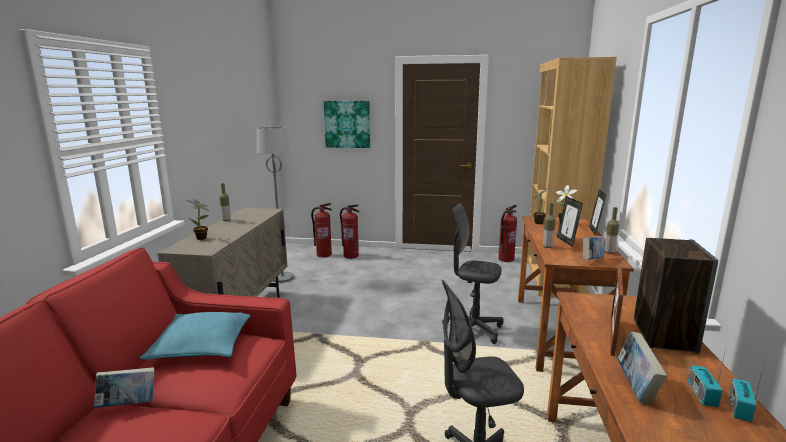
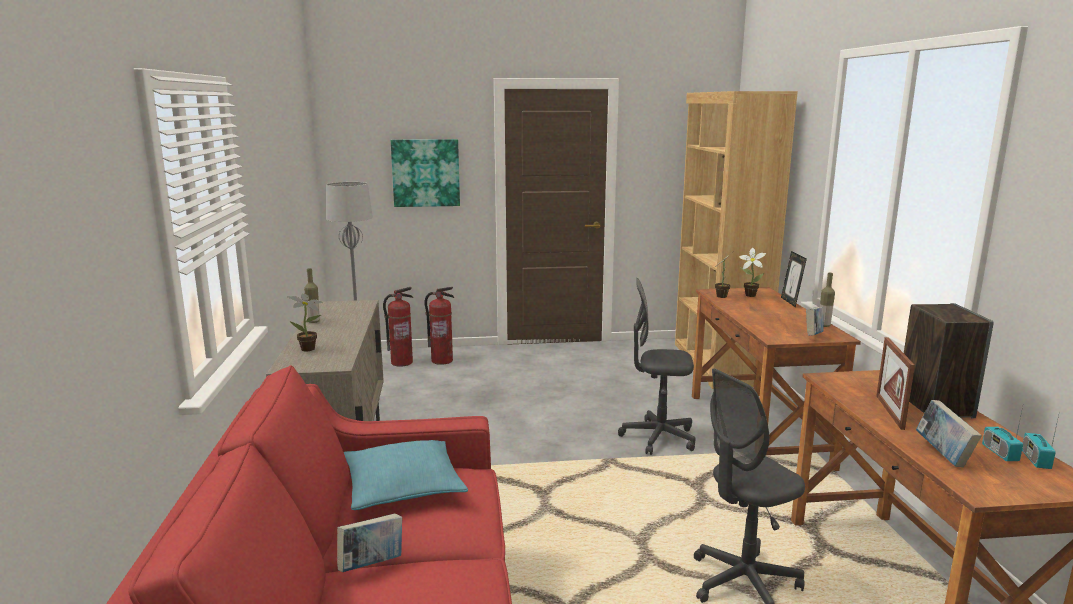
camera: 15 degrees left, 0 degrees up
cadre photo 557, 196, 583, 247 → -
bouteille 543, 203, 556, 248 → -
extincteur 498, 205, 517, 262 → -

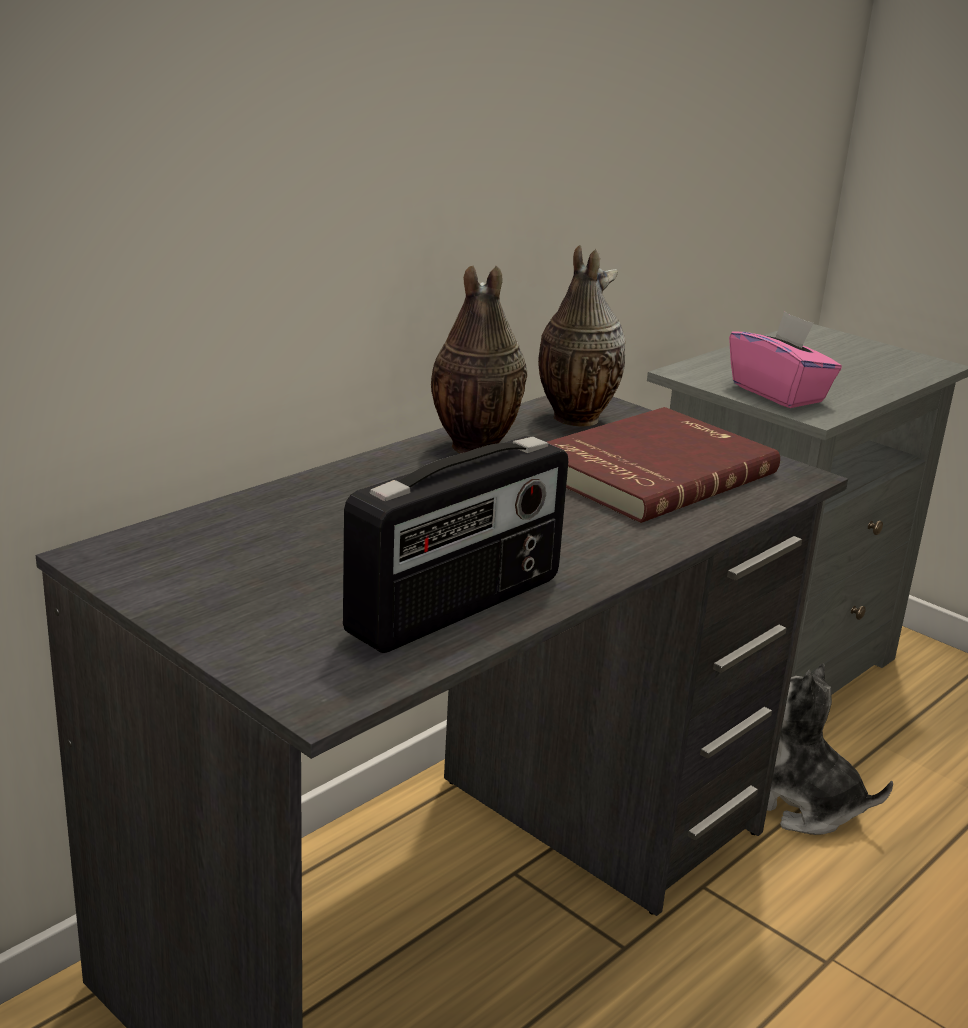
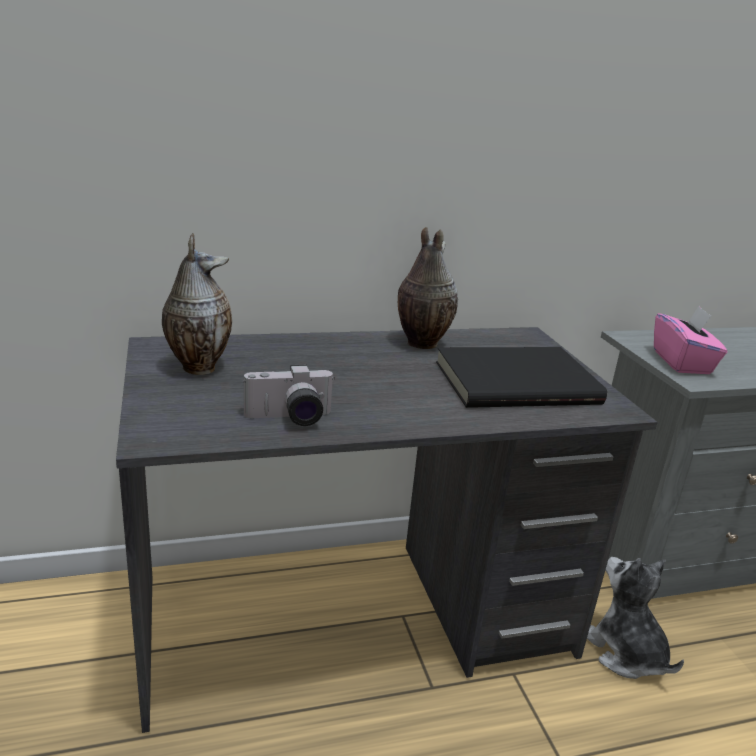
camera: 30 degrees right, 0 degrees up
vase 538, 246, 625, 427 → vase 162, 233, 232, 375, move
livre [rouge] 547, 407, 780, 523 → livre [noir] 436, 347, 607, 408
radio 343, 436, 568, 653 → appareil photo 243, 365, 335, 426

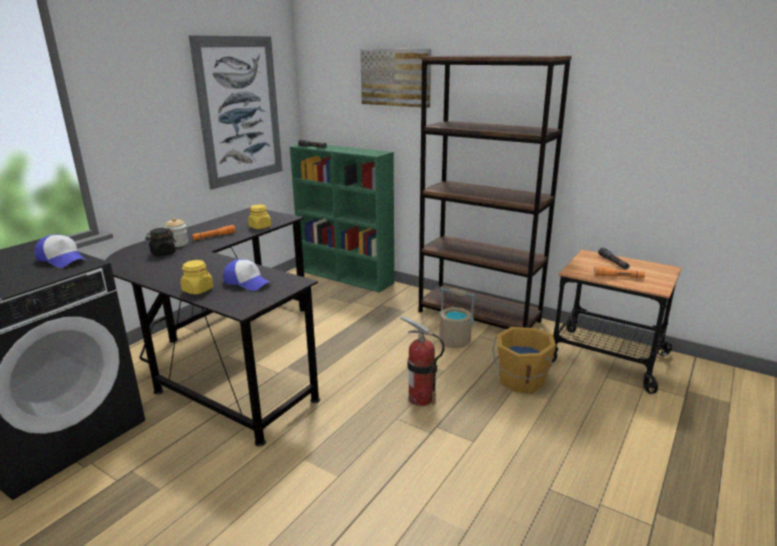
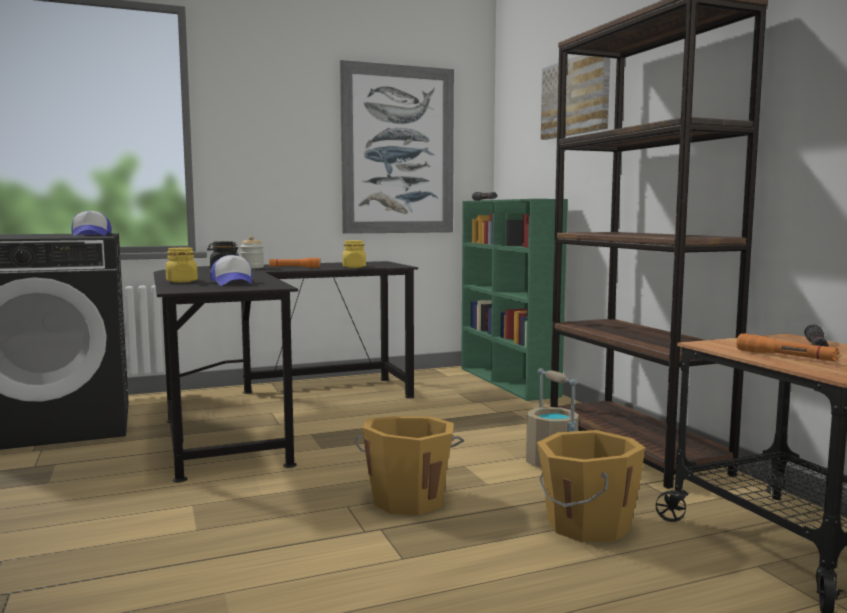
camera: 35 degrees right, 15 degrees down
extincteur 400, 316, 445, 406 → seau [orange] 354, 416, 464, 515

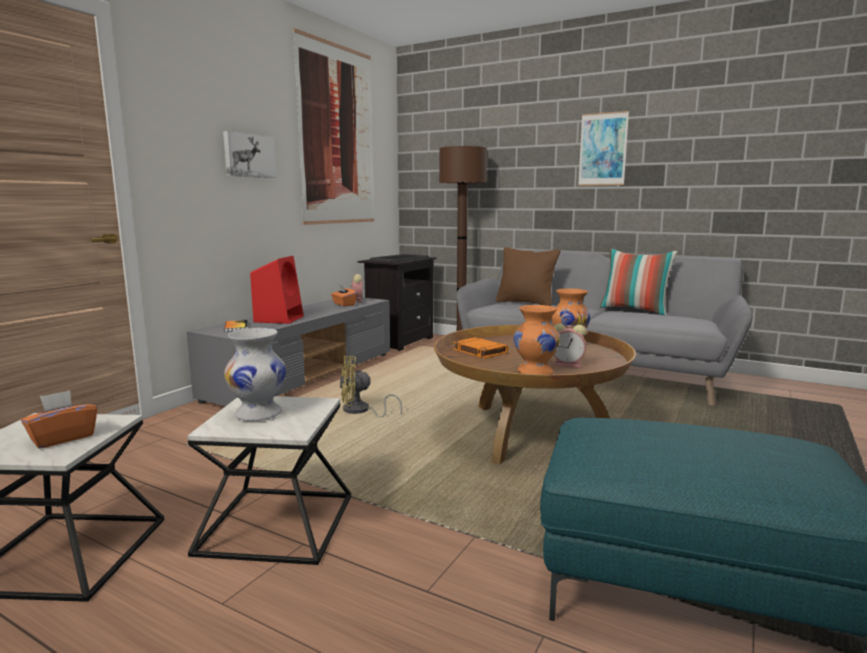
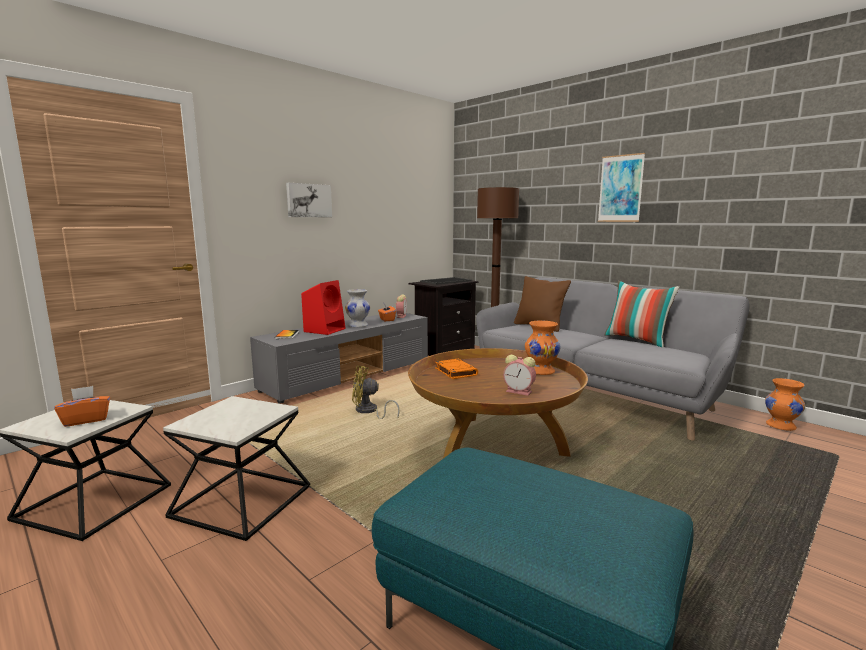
camera: 15 degrees right, 0 degrees up
tableau 293, 28, 374, 225 → -
vase [orange] 513, 305, 560, 375 → vase [orange] 765, 378, 805, 431, move
vase [blanc] 224, 328, 286, 421 → vase [blanc] 345, 289, 370, 327, move

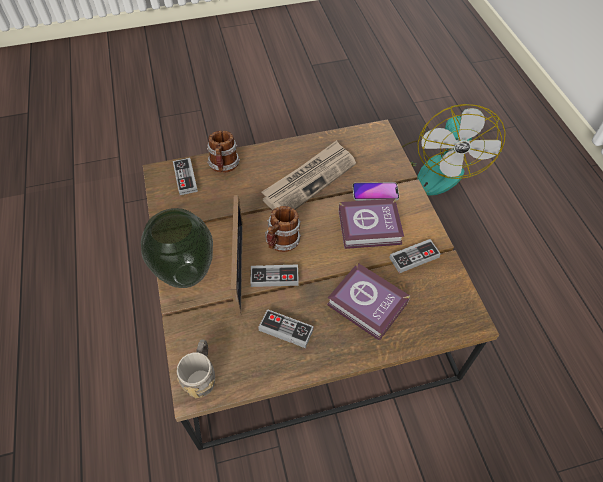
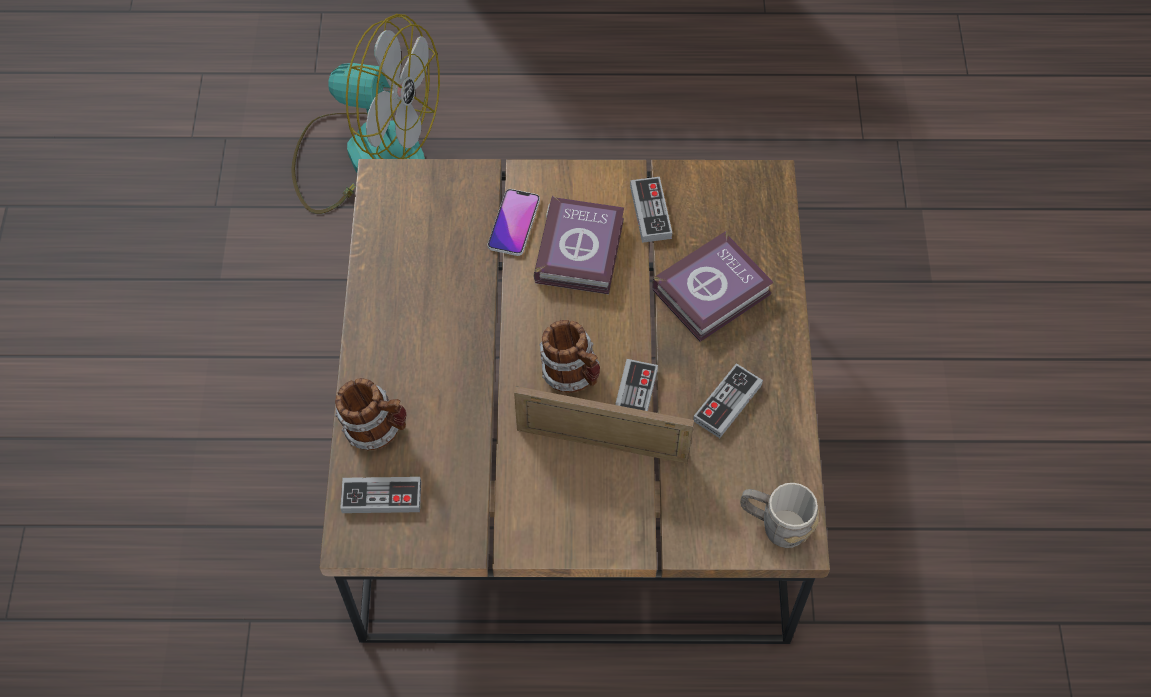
camera: 75 degrees left, 5 degrees up
journal 261, 140, 356, 210 → -
vase 141, 208, 213, 288 → -

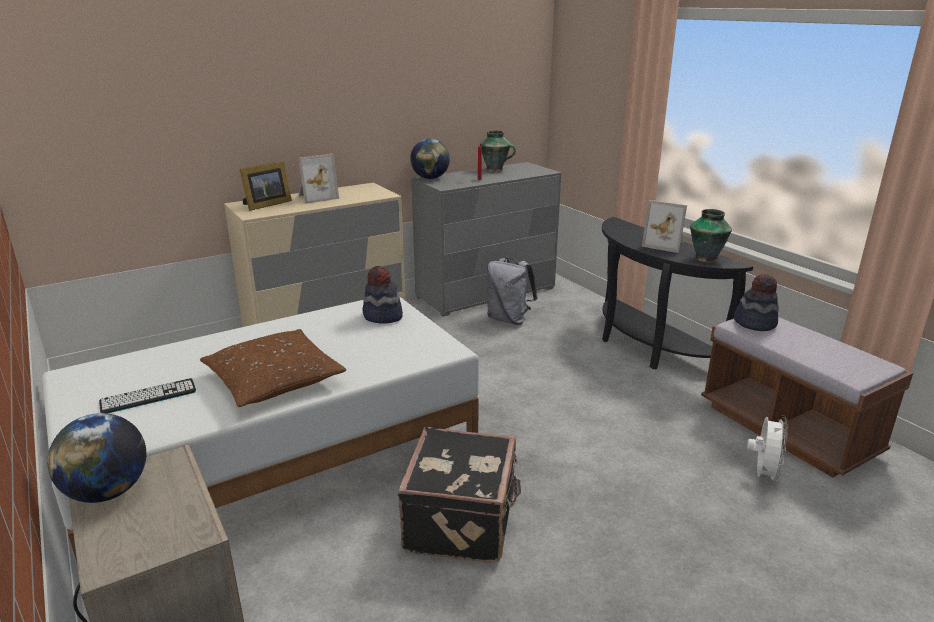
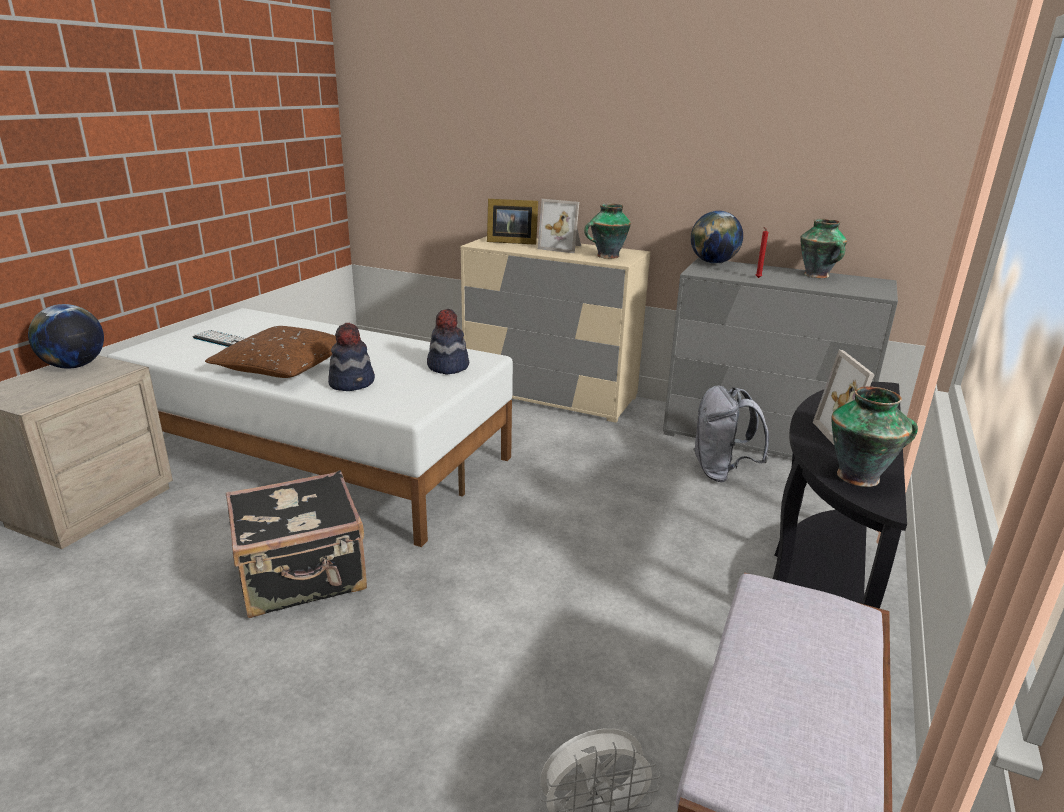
camera: 55 degrees right, 0 degrees up
chapeau 734, 274, 779, 331 → chapeau 328, 323, 375, 391, move
- → vase 584, 204, 631, 259

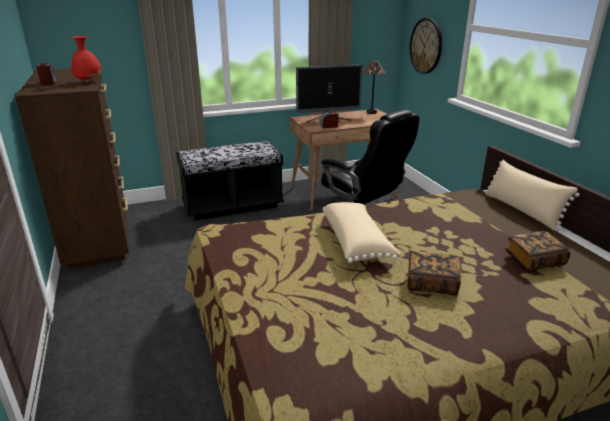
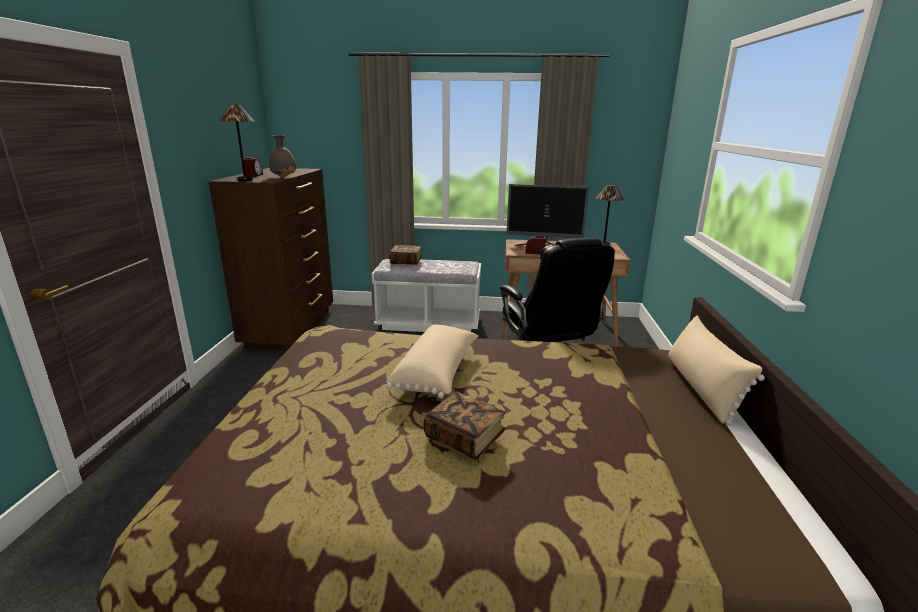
camera: 25 degrees right, 5 degrees down
horloge murale 410, 18, 442, 74 → -
vase [rouge] 71, 36, 102, 82 → vase [gris] 269, 135, 296, 177
banc [noir] 176, 141, 284, 220 → banc [blanc] 372, 259, 481, 332
livre 505, 231, 570, 272 → livre 389, 245, 422, 265, move
- → lampe de table 219, 105, 254, 181

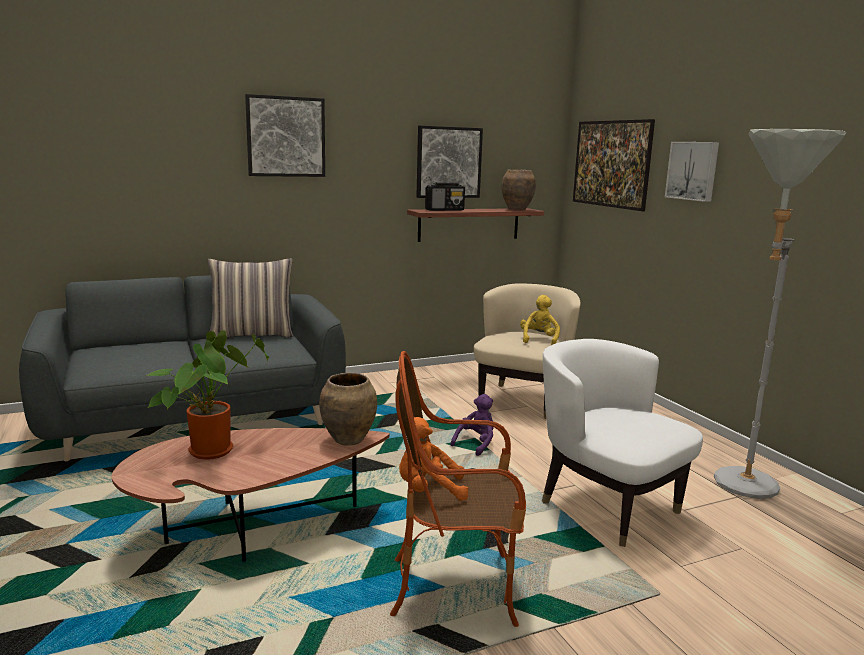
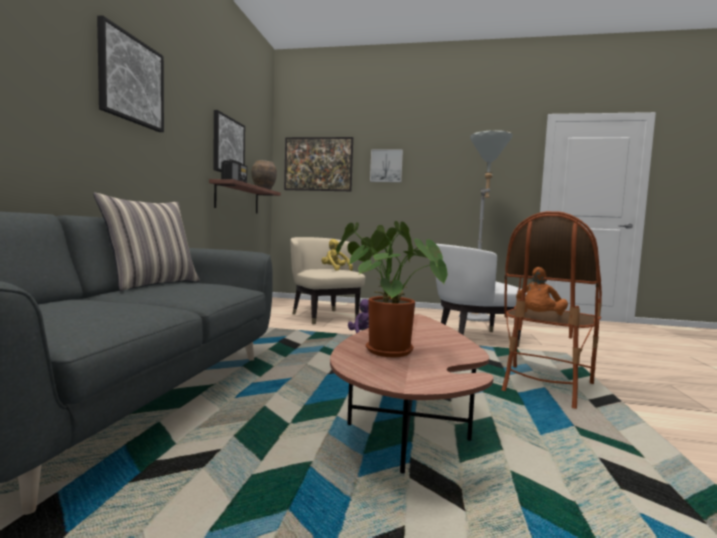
camera: 55 degrees left, 10 degrees down
vase [marron] 319, 373, 377, 446 → -

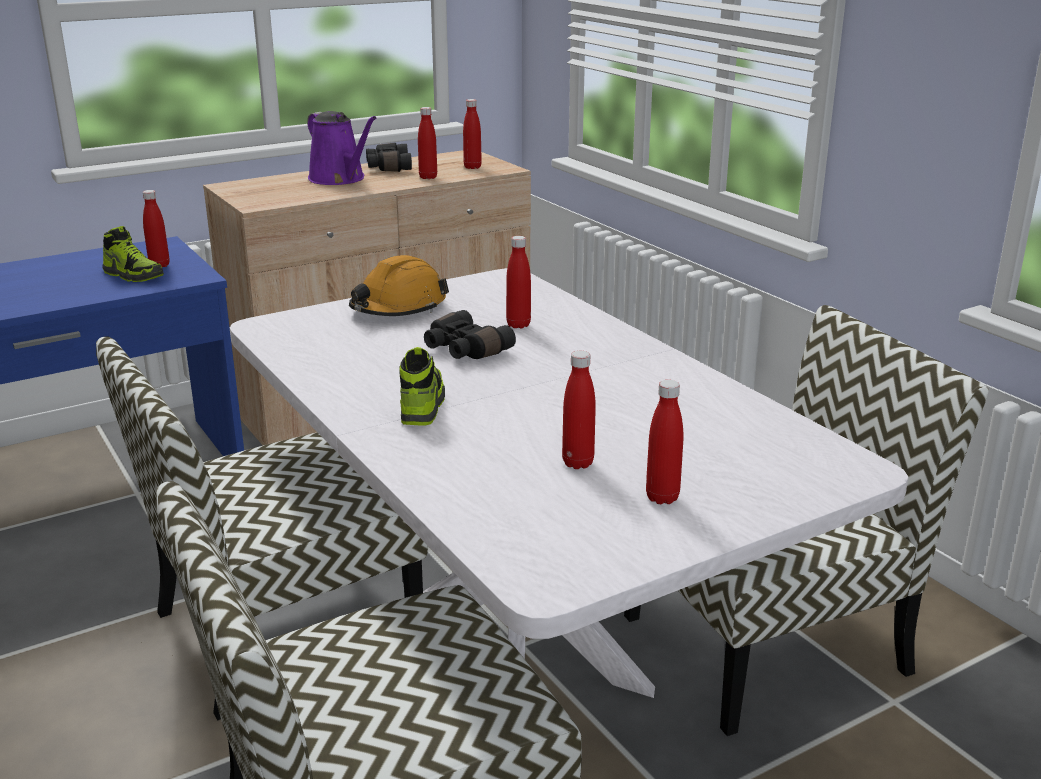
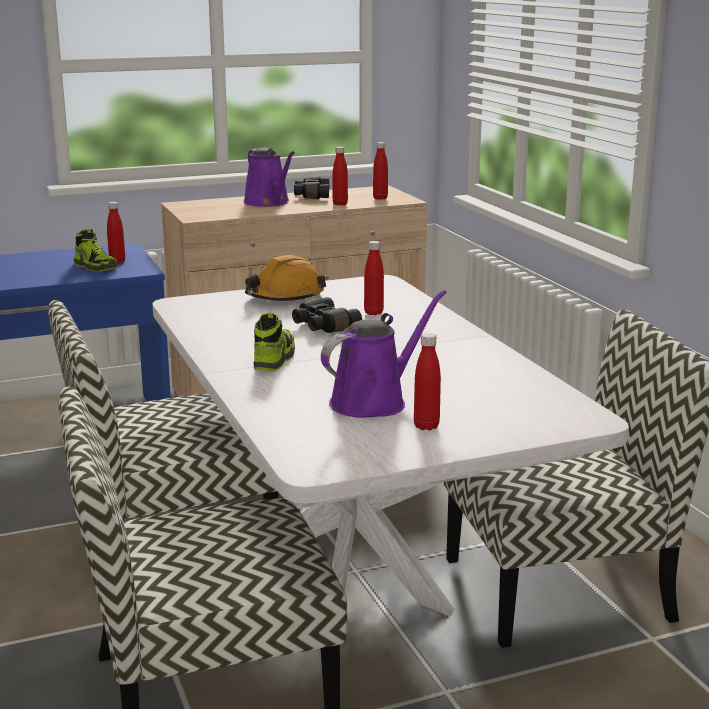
camera: 10 degrees right, 5 degrees down
bouteille [rouge] 562, 351, 596, 469 → arrosoir [violet] 321, 290, 446, 418

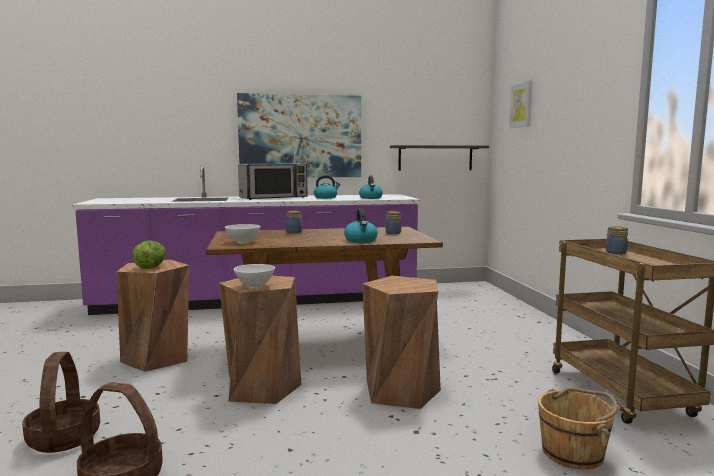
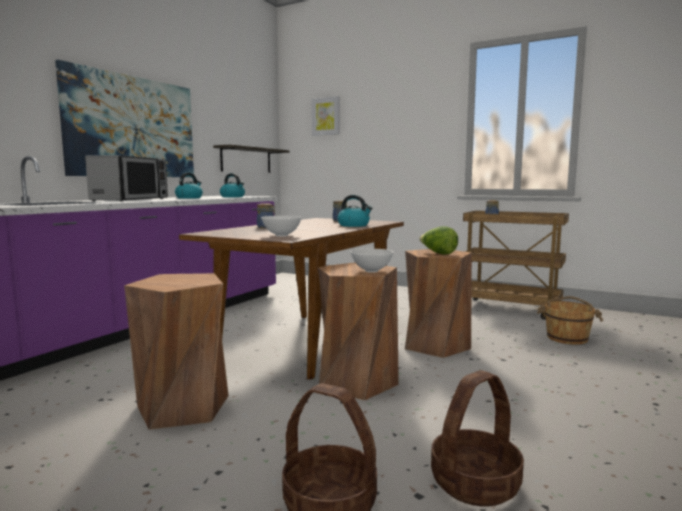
camera: 50 degrees left, 0 degrees up
laitue 132, 240, 166, 269 → laitue 419, 226, 458, 255, move

